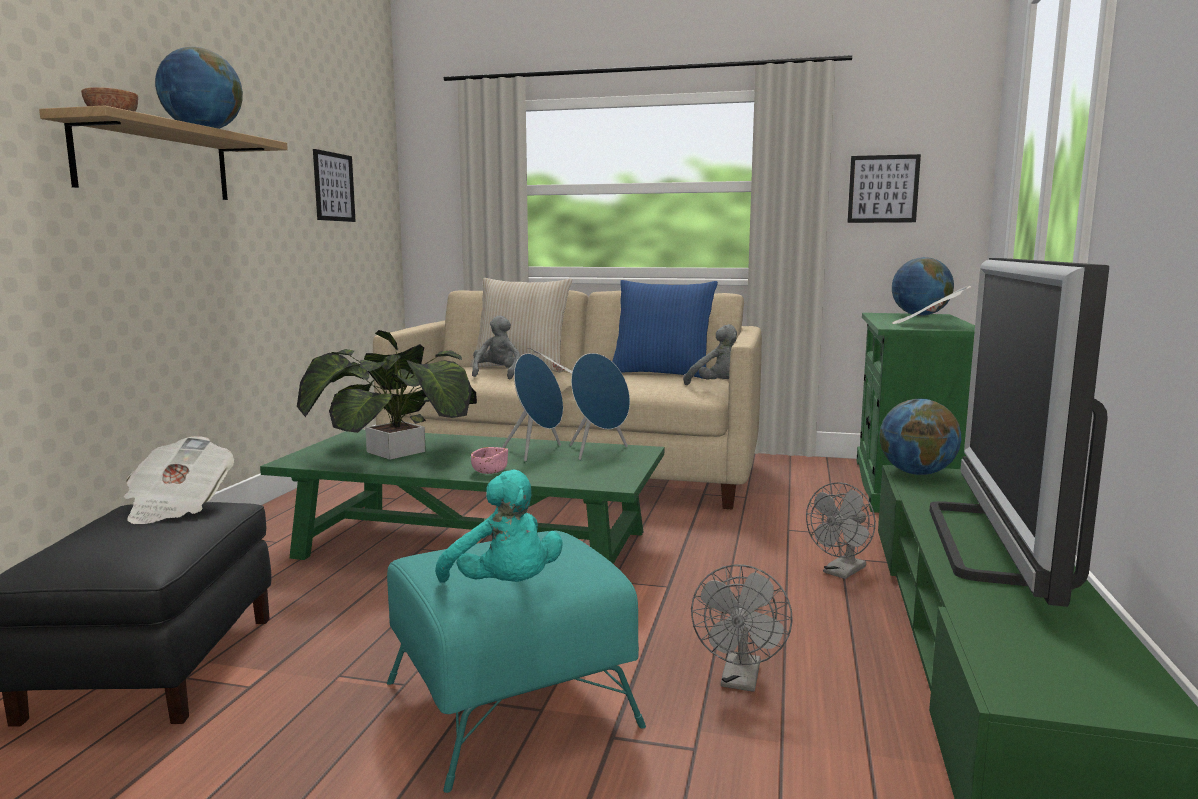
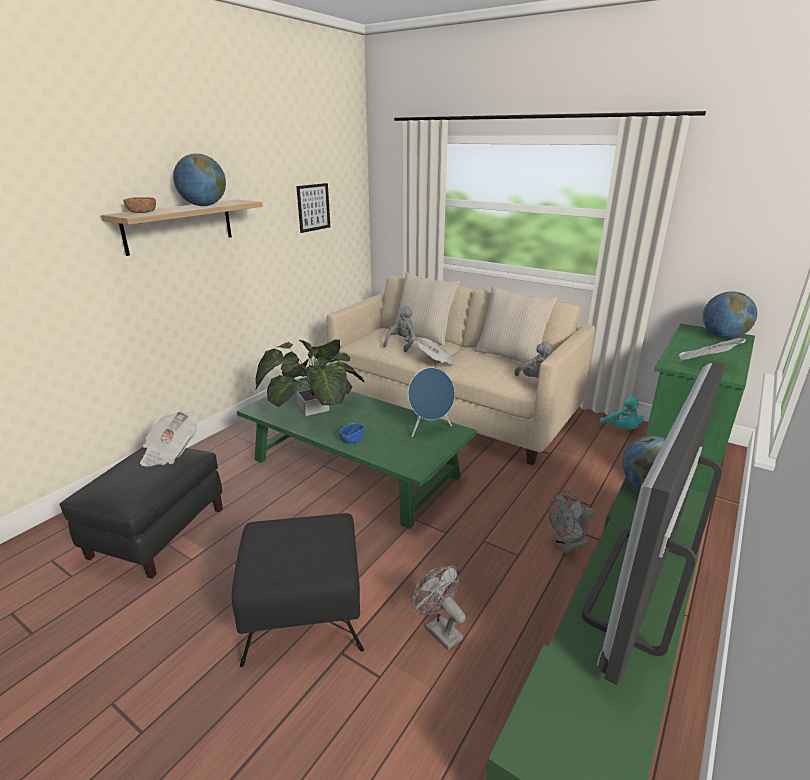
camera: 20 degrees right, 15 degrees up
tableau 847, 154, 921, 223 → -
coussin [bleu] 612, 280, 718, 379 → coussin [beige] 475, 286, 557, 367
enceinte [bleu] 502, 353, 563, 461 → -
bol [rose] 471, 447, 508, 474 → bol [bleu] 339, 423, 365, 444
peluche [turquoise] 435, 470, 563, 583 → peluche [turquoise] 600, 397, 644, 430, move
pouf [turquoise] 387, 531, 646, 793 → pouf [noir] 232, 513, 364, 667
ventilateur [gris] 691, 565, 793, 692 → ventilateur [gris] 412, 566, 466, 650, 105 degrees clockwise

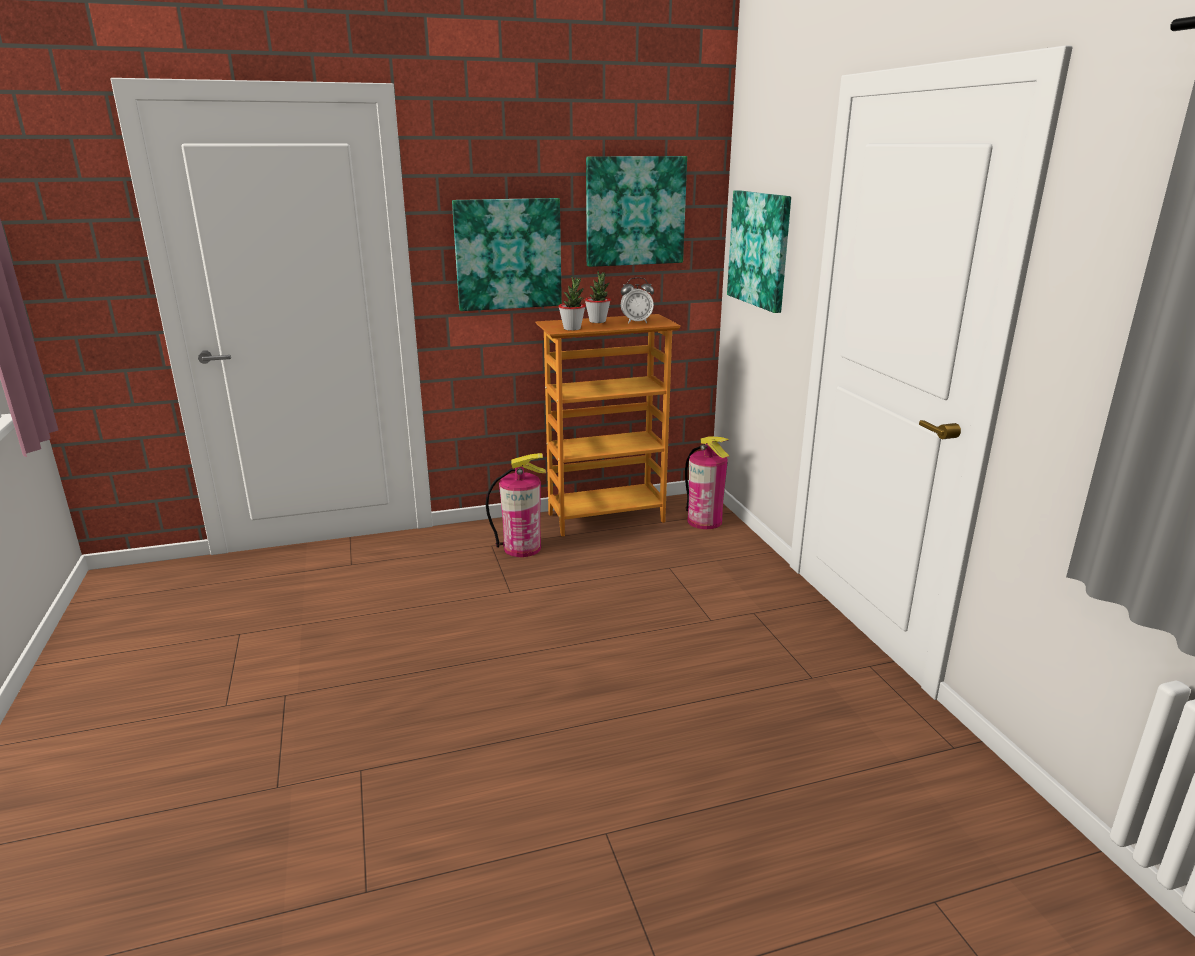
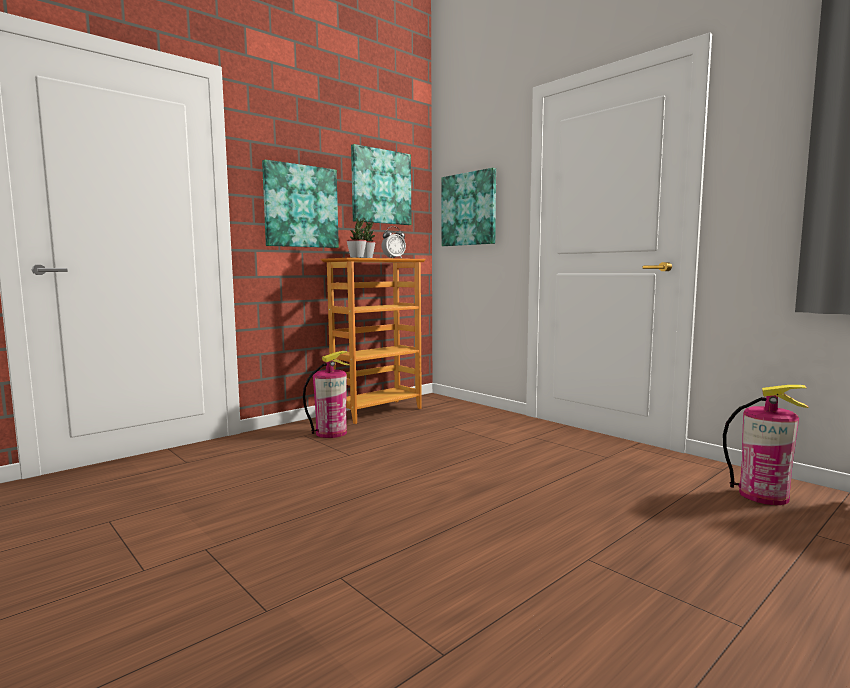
camera: 25 degrees left, 15 degrees down
extincteur 685, 436, 729, 529 → extincteur 723, 385, 809, 505, move

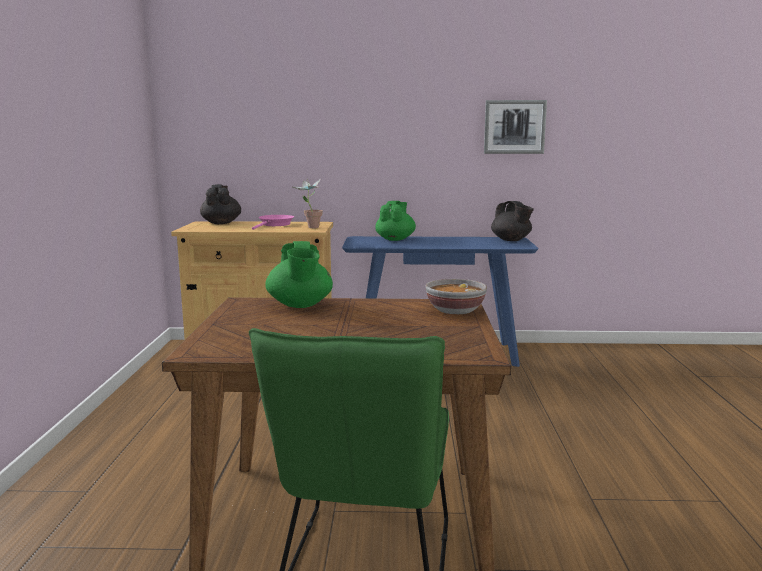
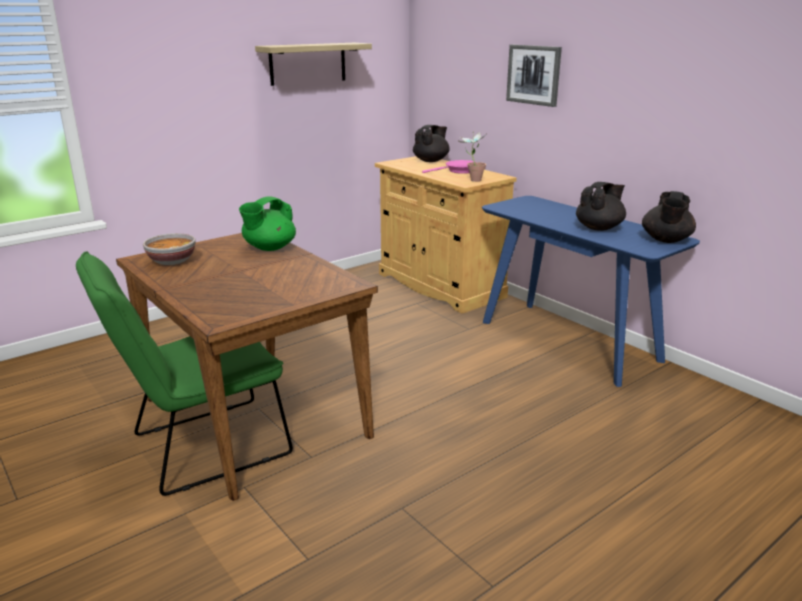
camera: 50 degrees right, 10 degrees up
tableau 484, 100, 547, 154 → tableau 506, 45, 562, 107, move
théière [vert] 375, 201, 416, 241 → -
bol 426, 279, 487, 314 → bol 143, 233, 196, 265, move
- → étagère 255, 43, 372, 86
- → théière [noir] 576, 182, 626, 231

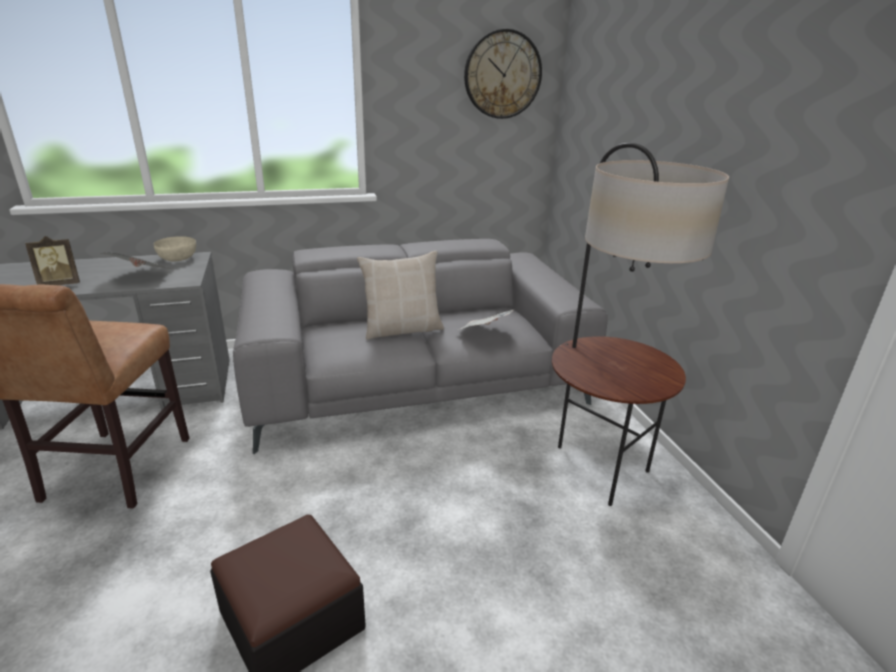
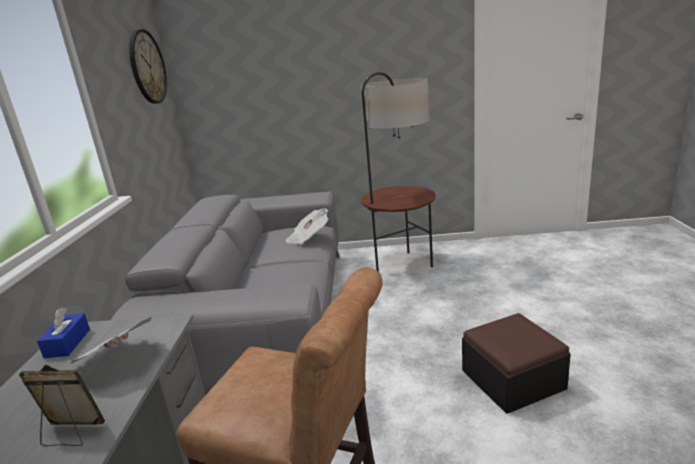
camera: 70 degrees left, 5 degrees down
cadre photo 25, 236, 80, 285 → cadre photo 19, 365, 105, 446, 75 degrees counterclockwise
bol [beige] 154, 236, 196, 261 → boîte à mouchoirs [bleu] 37, 308, 90, 359
coussin [beige] 357, 251, 444, 340 → -

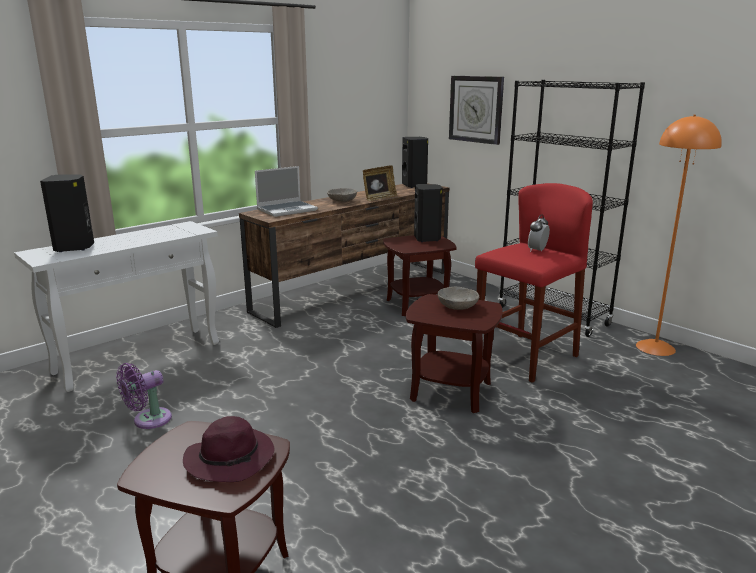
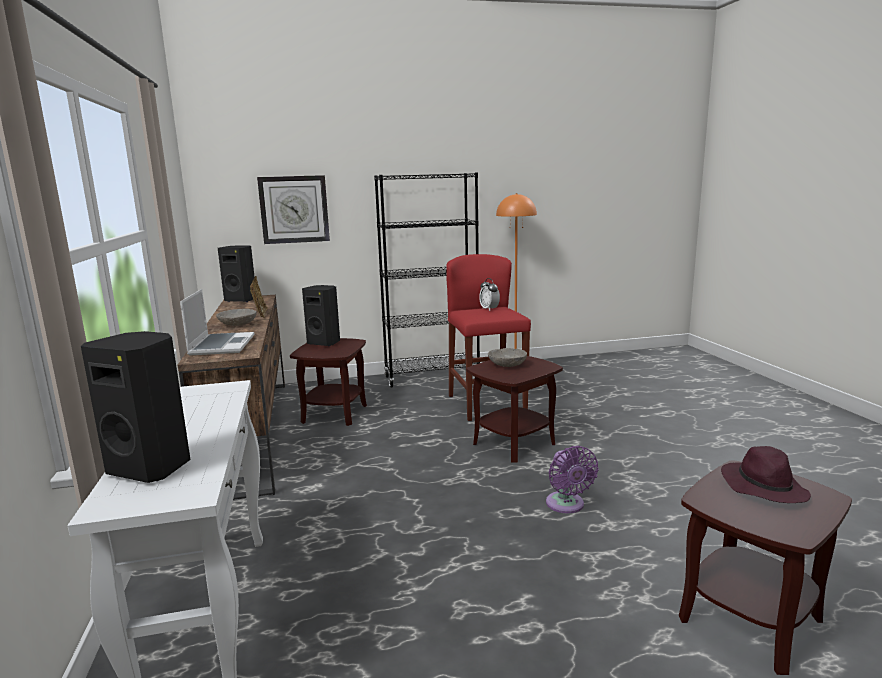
camera: 60 degrees left, 5 degrees down
ventilateur [violet] 116, 363, 172, 429 → ventilateur [violet] 546, 446, 599, 513, move

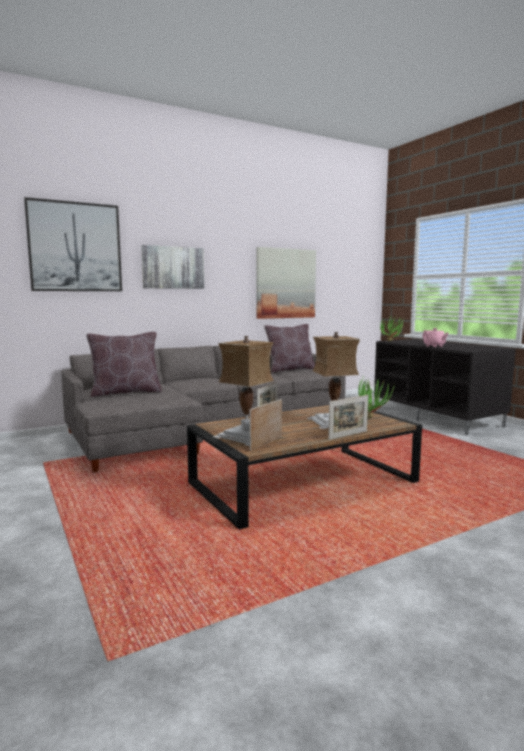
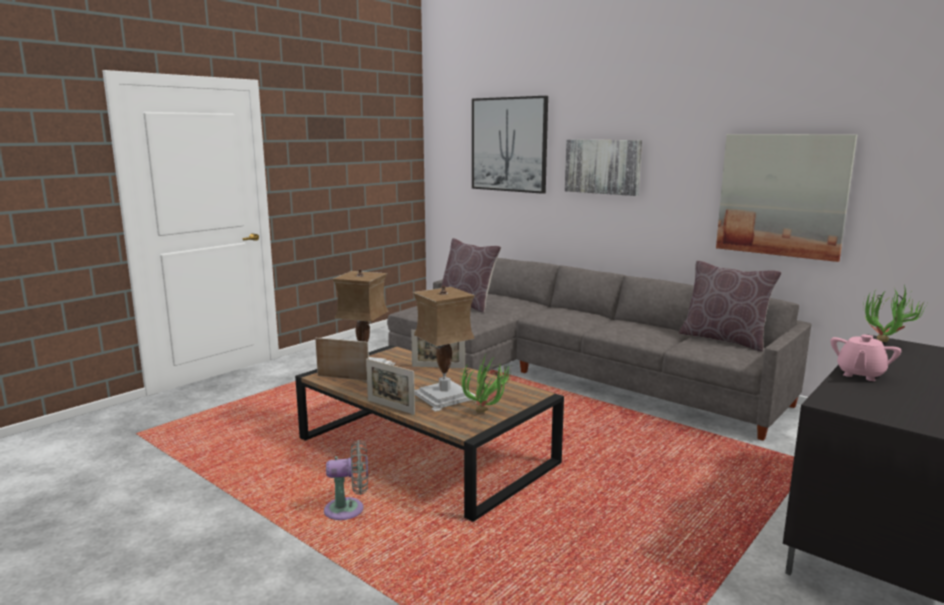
camera: 70 degrees right, 5 degrees up
- → ventilateur [gris] 324, 440, 368, 520

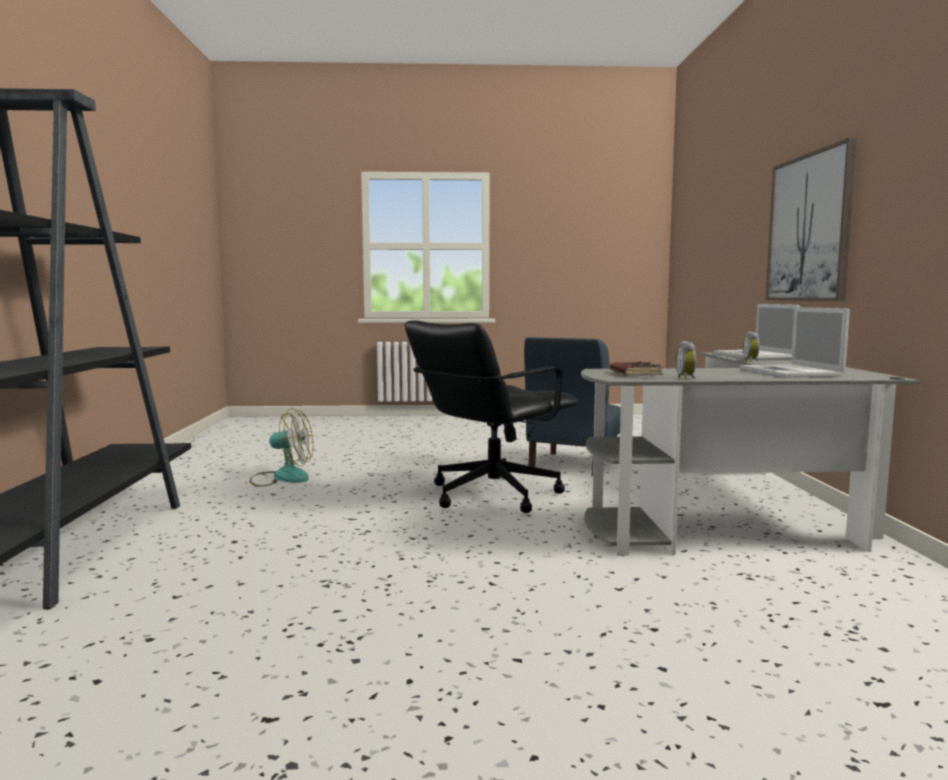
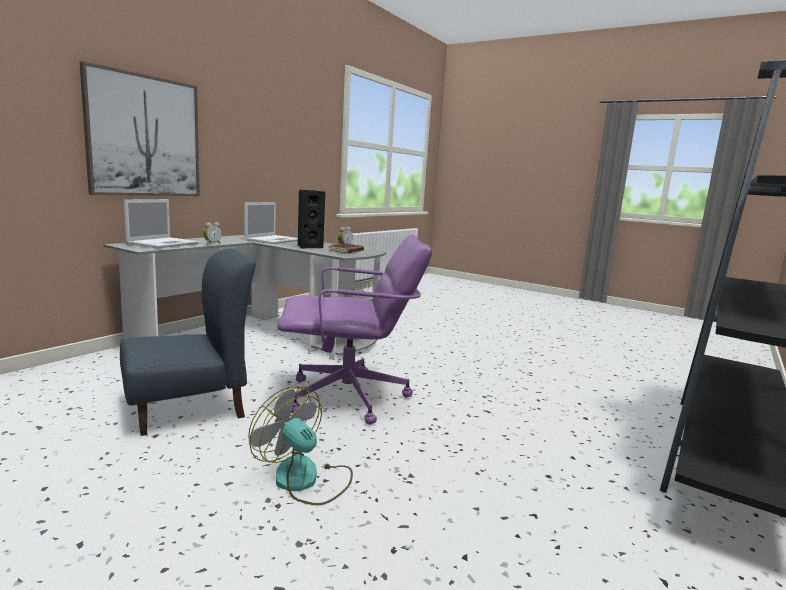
camera: 145 degrees left, 5 degrees up
chaise de bureau [noir] 405, 320, 579, 513 → chaise de bureau [violet] 277, 235, 432, 425
ventilateur 250, 408, 313, 486 → ventilateur 248, 386, 353, 506, move
- → enceinte [noir] 298, 190, 325, 248

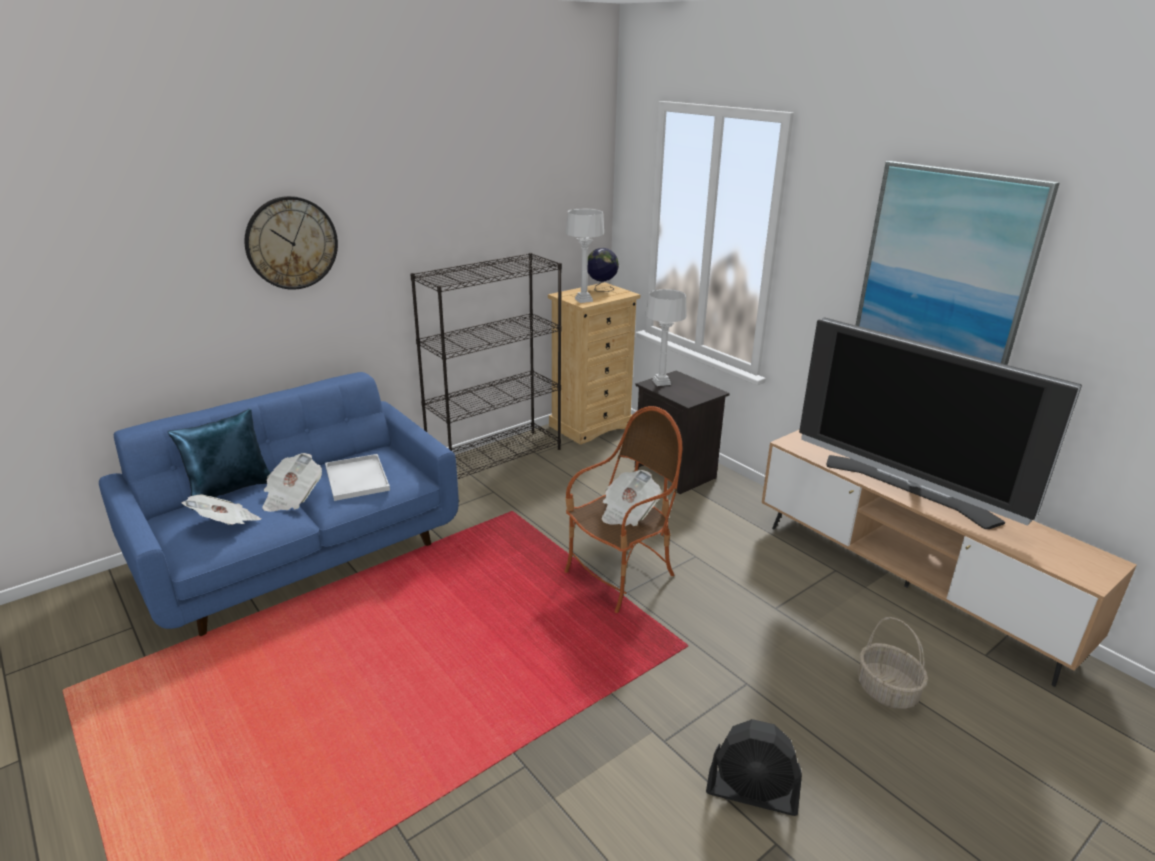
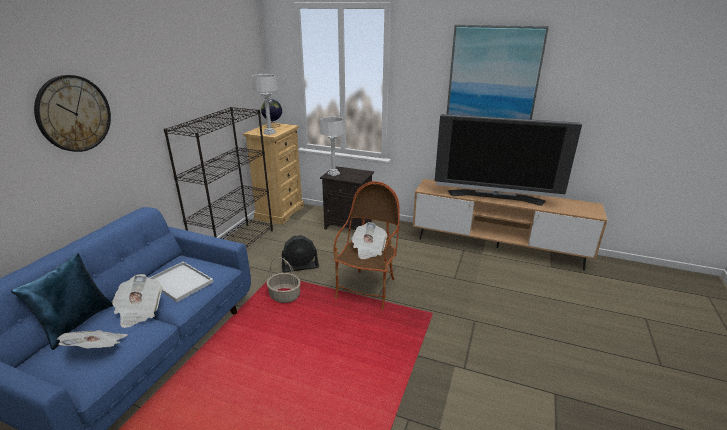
camera: 30 degrees left, 0 degrees up
panier 858, 617, 928, 709 → panier 266, 257, 301, 303, move
ventilateur [noir] 706, 719, 802, 816 → ventilateur [noir] 282, 235, 319, 272, move

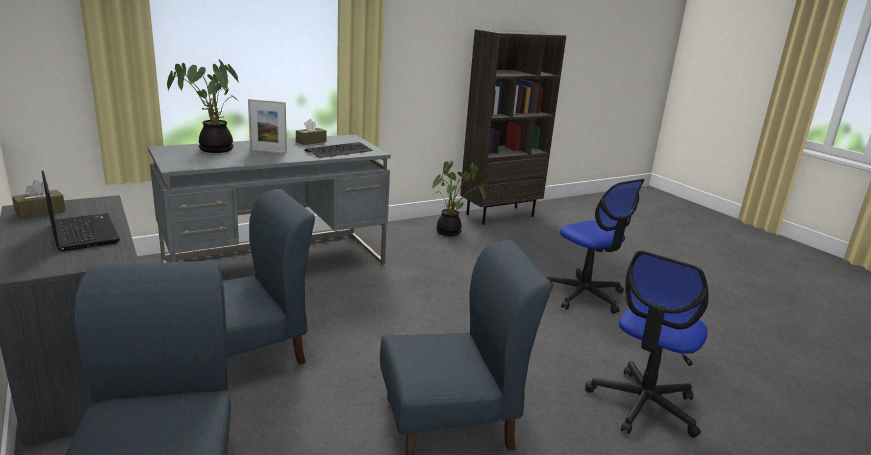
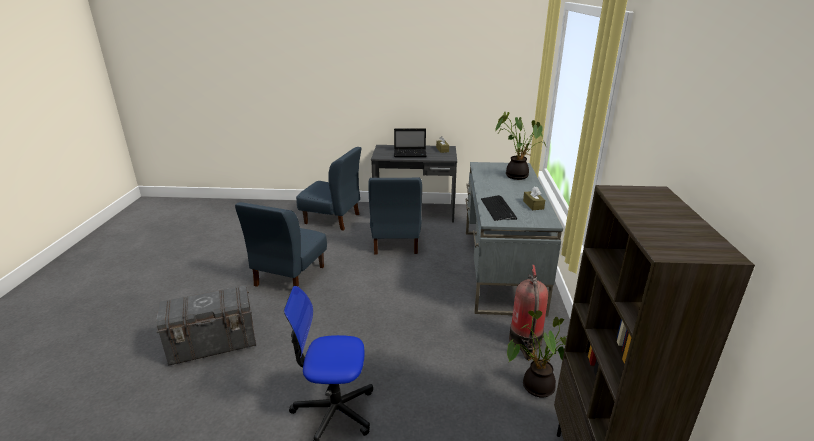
camera: 125 degrees right, 5 degrees up
cadre photo 248, 99, 287, 154 → -
chaise de bureau 585, 250, 709, 438 → boîte de rangement [gris] 156, 285, 256, 365
- → extincteur 509, 265, 548, 360

